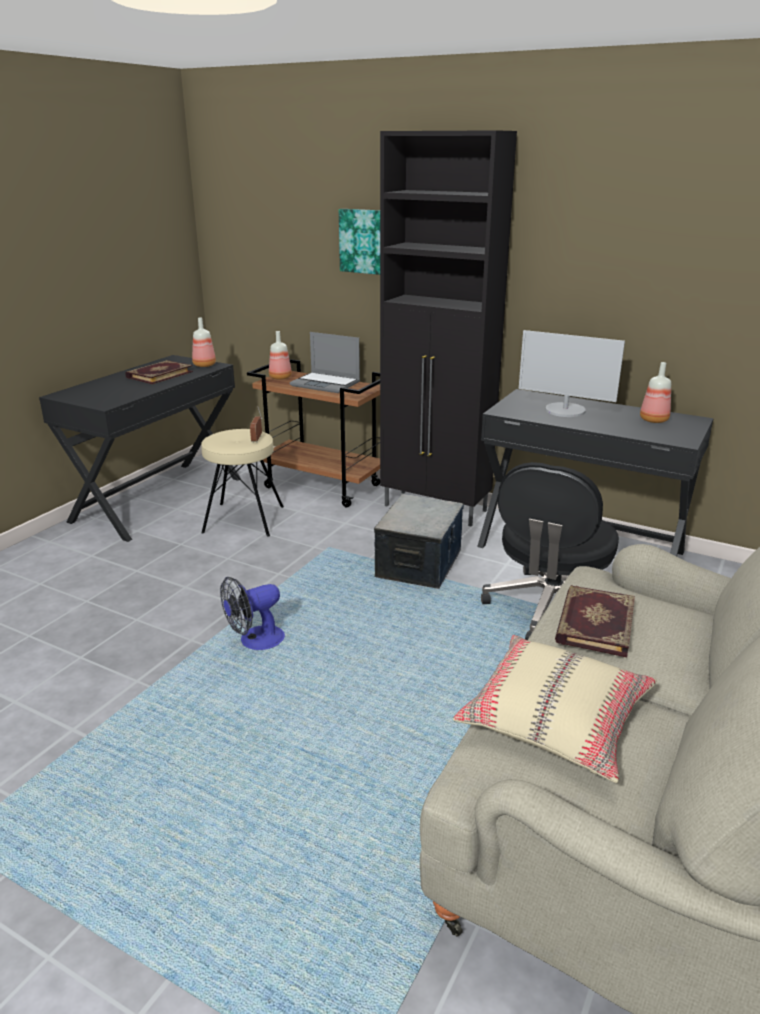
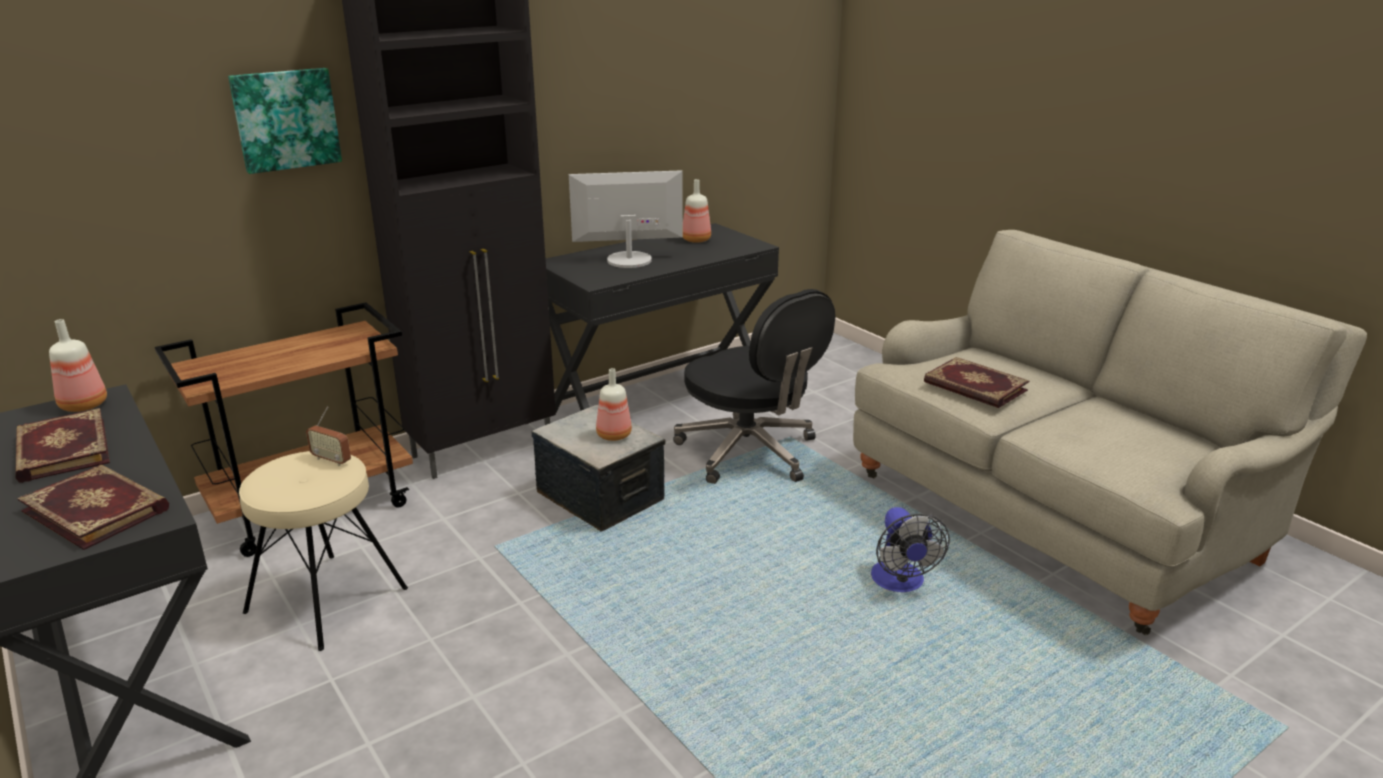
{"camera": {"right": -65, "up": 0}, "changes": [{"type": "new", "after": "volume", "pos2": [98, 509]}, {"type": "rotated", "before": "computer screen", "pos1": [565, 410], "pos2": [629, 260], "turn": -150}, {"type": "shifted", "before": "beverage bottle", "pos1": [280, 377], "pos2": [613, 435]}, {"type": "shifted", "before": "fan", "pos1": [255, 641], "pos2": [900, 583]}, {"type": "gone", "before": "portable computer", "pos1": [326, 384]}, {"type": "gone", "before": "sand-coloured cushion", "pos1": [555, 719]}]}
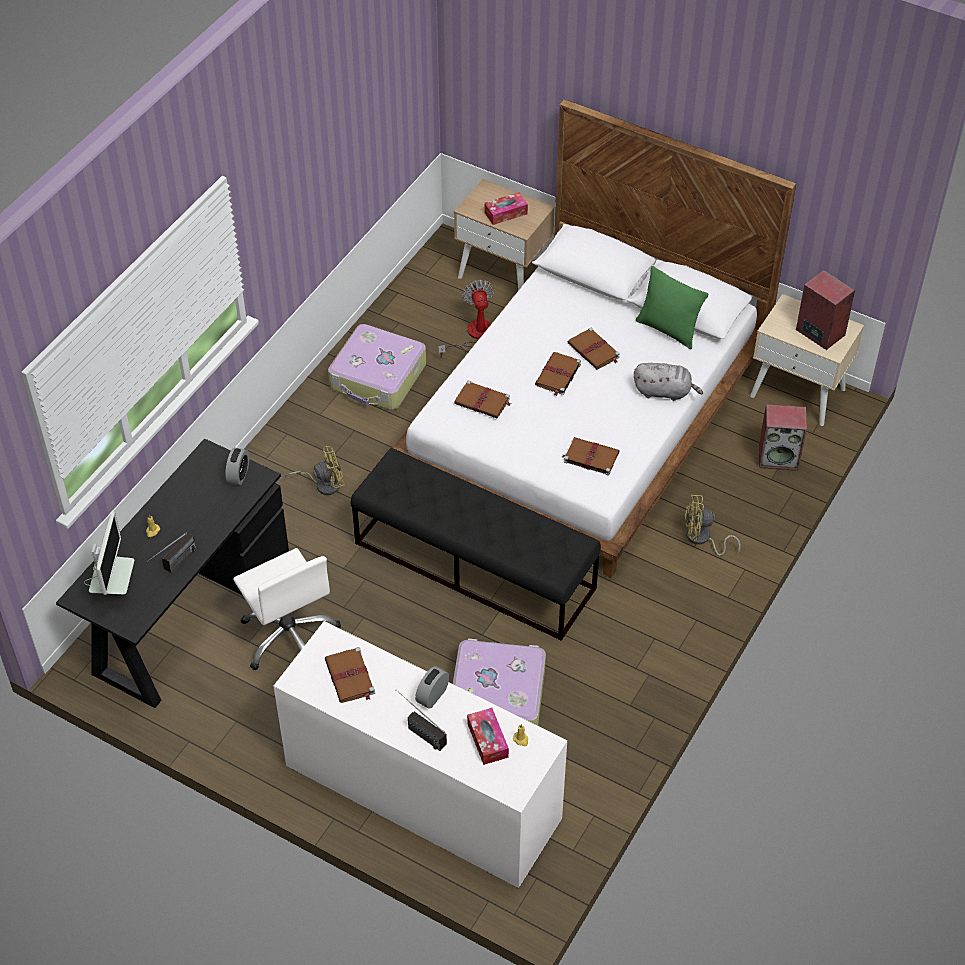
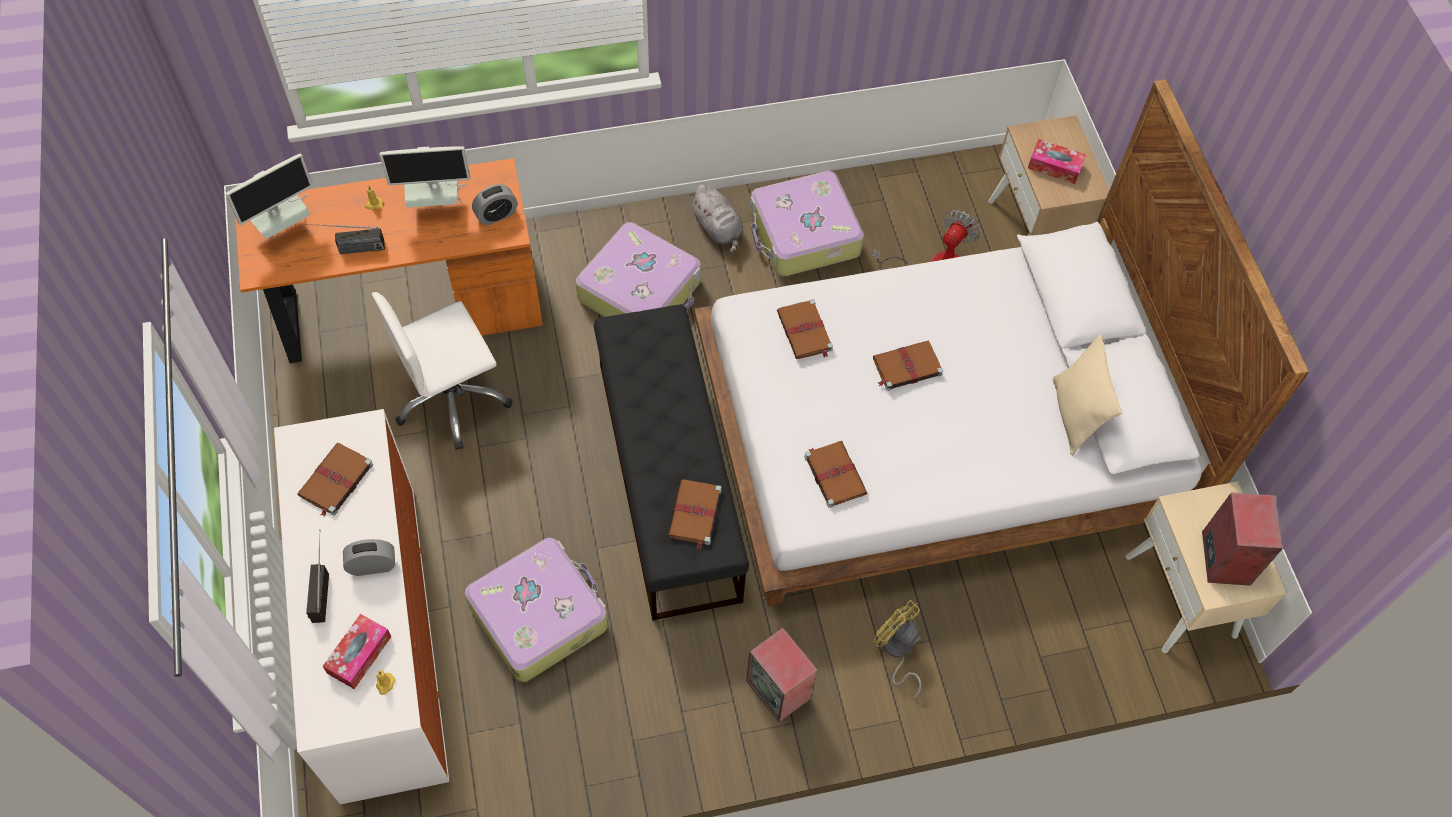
{"camera": {"right": 45, "up": 10}, "changes": [{"type": "repainted", "before": "black-coloured desk table", "after": "orange-coloured desk table", "pos1": [187, 613], "pos2": [407, 306]}, {"type": "rotated", "before": "white-coloured office chair", "pos1": [289, 636], "pos2": [452, 399], "turn": 45}, {"type": "new", "after": "computer screen", "pos2": [436, 205]}, {"type": "swapped", "before": "yellowish fan", "after": "piece of luggage", "pos1": [323, 484], "pos2": [641, 291]}, {"type": "shifted", "before": "brown volume", "pos1": [594, 351], "pos2": [694, 514]}, {"type": "shifted", "before": "grey cuddly toy", "pos1": [664, 392], "pos2": [718, 229]}, {"type": "shifted", "before": "speaker", "pos1": [778, 457], "pos2": [779, 690]}, {"type": "repainted", "before": "green cushion", "after": "sand-coloured cushion", "pos1": [668, 330], "pos2": [1074, 415]}]}
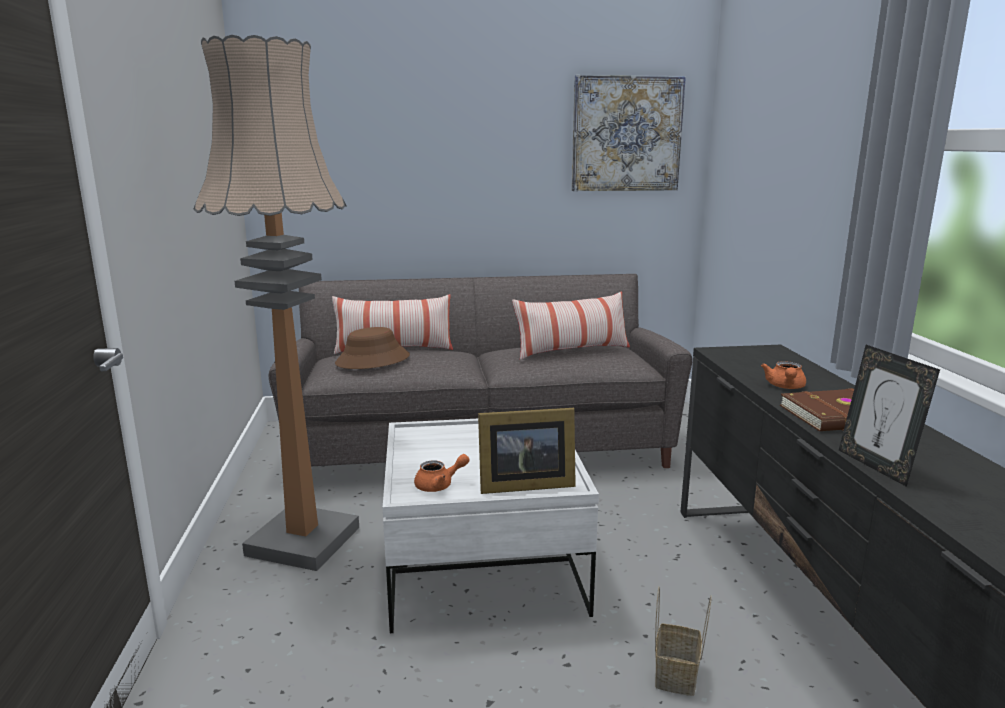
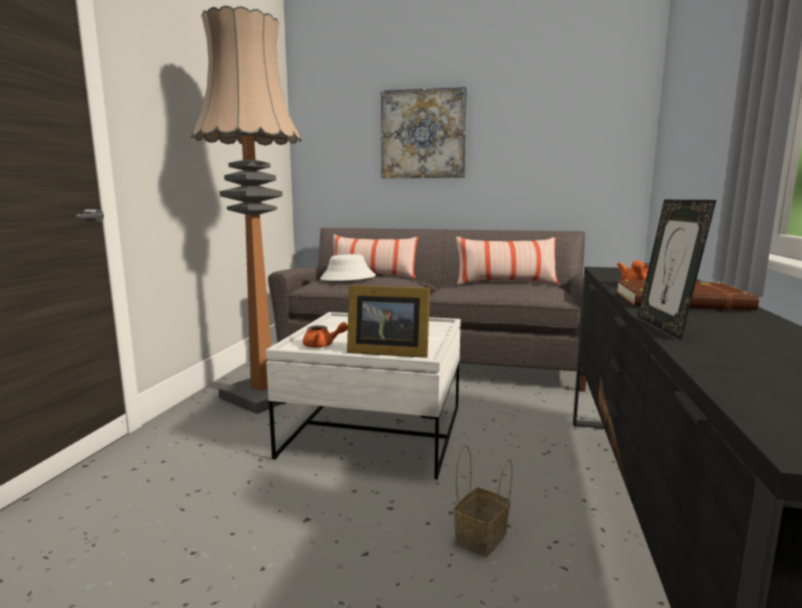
{"camera": {"right": 20, "up": -5}, "changes": [{"type": "repainted", "before": "brown hat", "after": "white-coloured hat", "pos1": [372, 360], "pos2": [348, 278]}, {"type": "shifted", "before": "picture", "pos1": [626, 134], "pos2": [423, 134]}]}
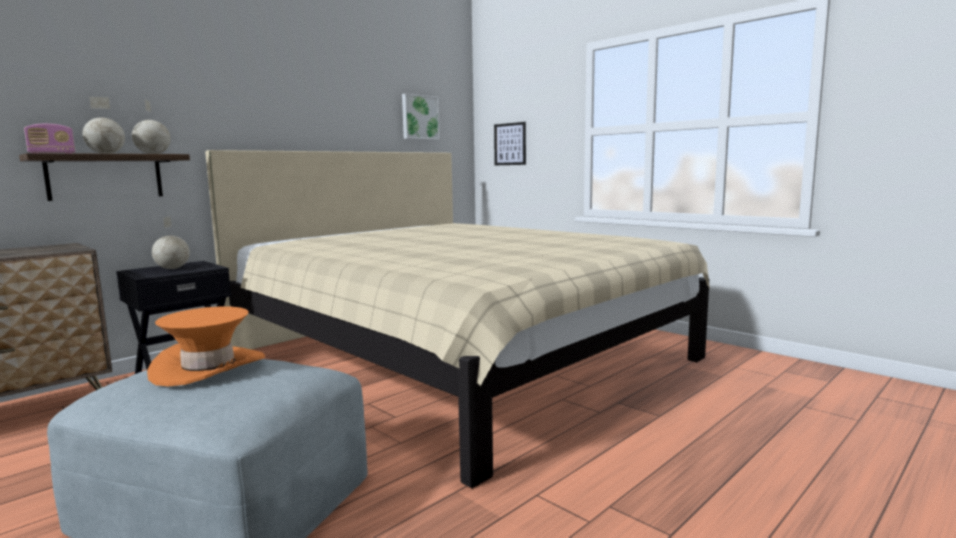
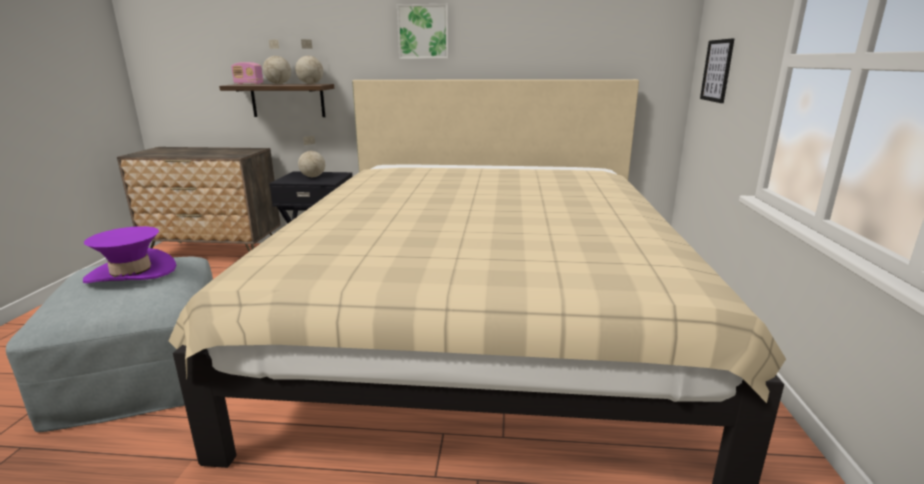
{"camera": {"right": 50, "up": 10}, "changes": [{"type": "repainted", "before": "orange-coloured hat", "after": "purple-coloured hat", "pos1": [208, 367], "pos2": [131, 273]}, {"type": "shifted", "before": "picture", "pos1": [419, 117], "pos2": [423, 32]}]}
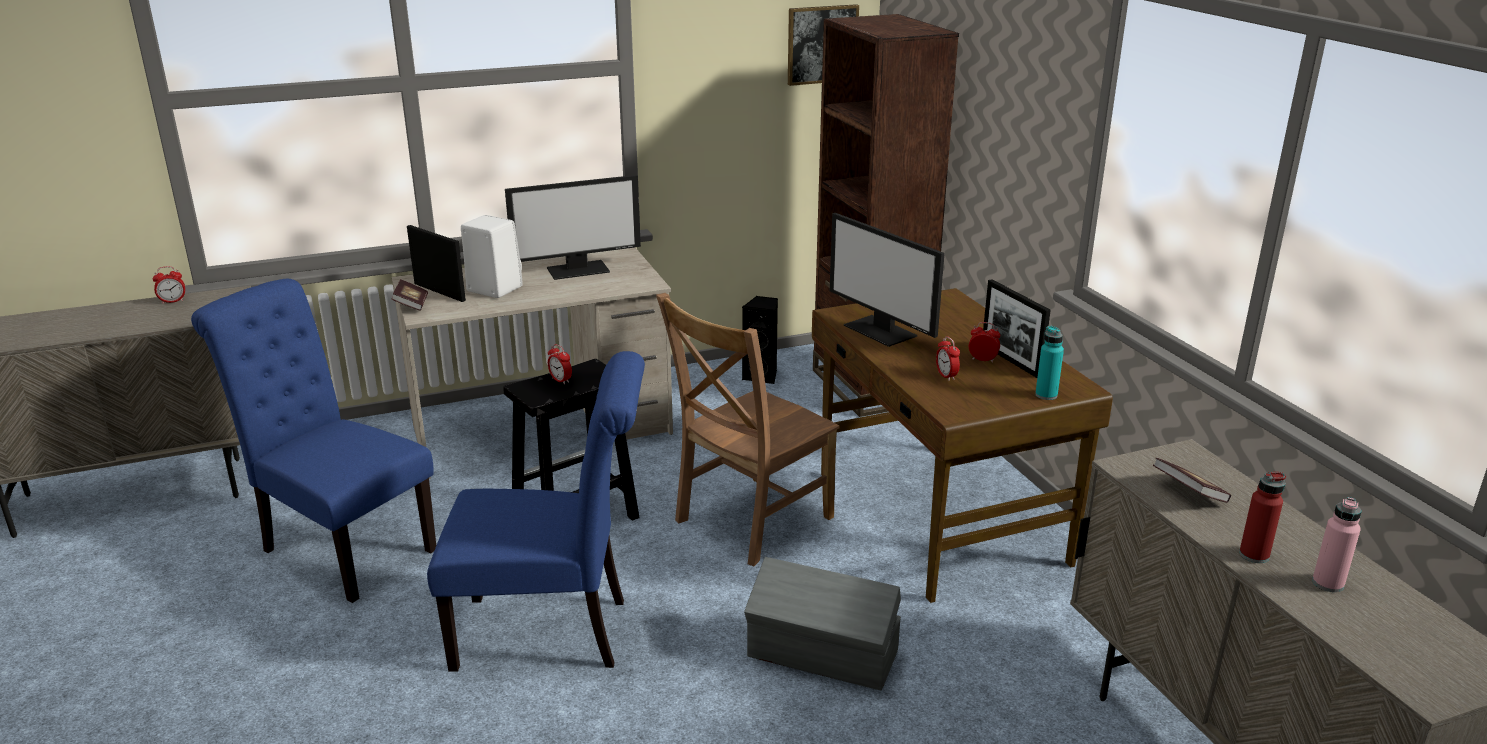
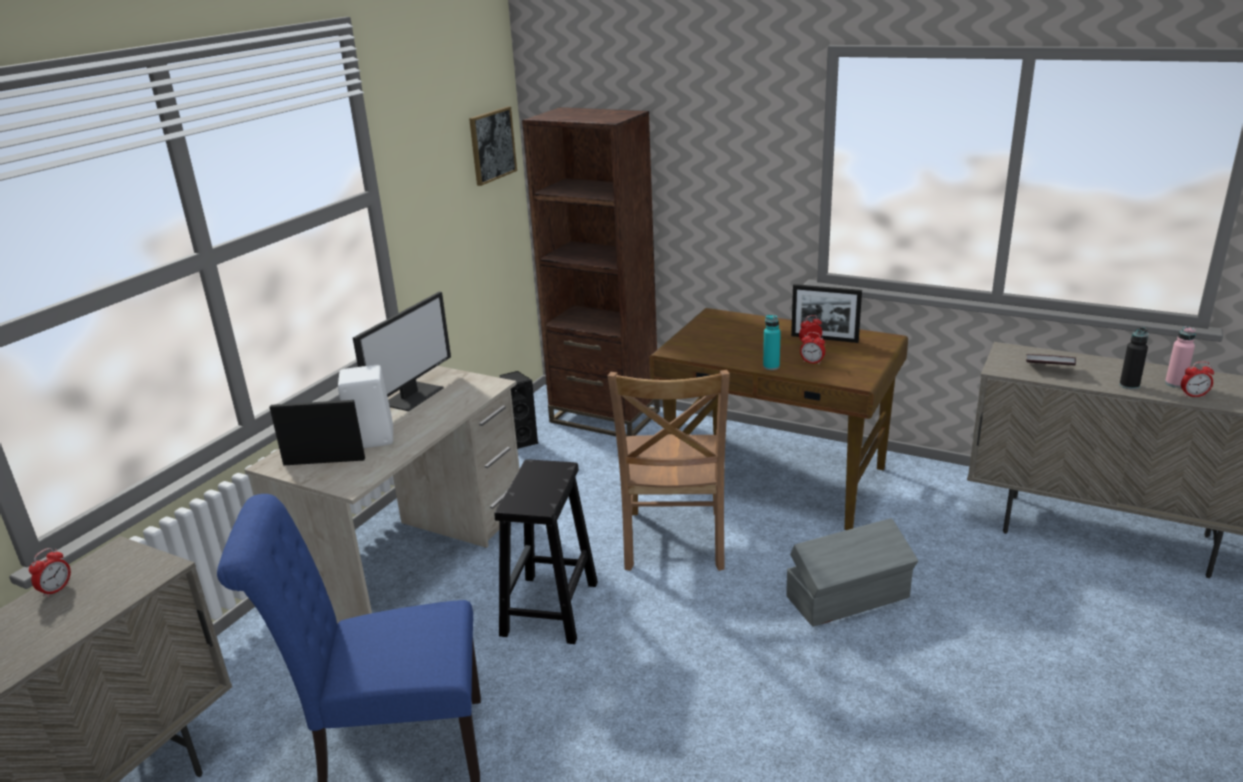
{"camera": {"right": -40, "up": 0}, "changes": [{"type": "shifted", "before": "turquoise-coloured beverage bottle", "pos1": [1046, 395], "pos2": [771, 366]}, {"type": "repainted", "before": "reddish beverage bottle", "after": "black-coloured beverage bottle", "pos1": [1254, 555], "pos2": [1129, 385]}, {"type": "shifted", "before": "table clock", "pos1": [560, 380], "pos2": [1193, 395]}, {"type": "gone", "before": "volume", "pos1": [411, 305]}, {"type": "gone", "before": "bluish chair", "pos1": [553, 632]}, {"type": "gone", "before": "computer screen", "pos1": [881, 330]}]}
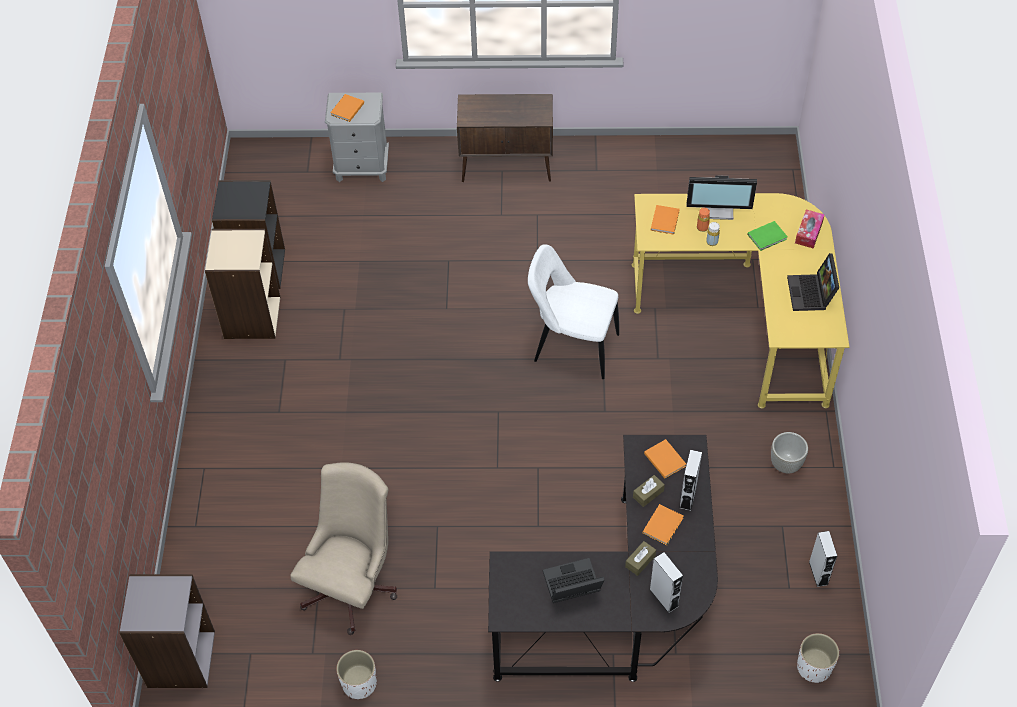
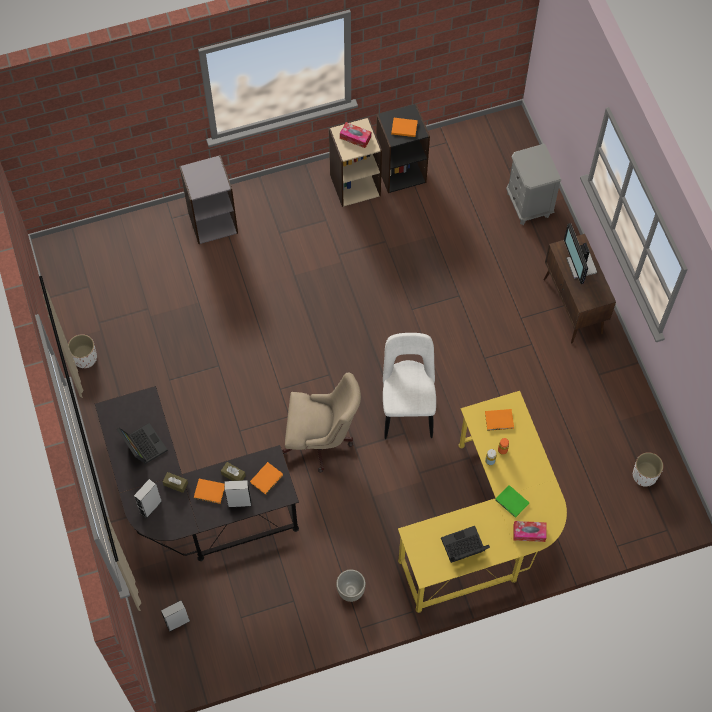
{"camera": {"right": 70, "up": 10}, "changes": [{"type": "shifted", "before": "grey speaker", "pos1": [818, 573], "pos2": [178, 622]}, {"type": "shifted", "before": "grey bookcase", "pos1": [180, 659], "pos2": [212, 221]}, {"type": "shifted", "before": "sand-coloured office chair", "pos1": [353, 584], "pos2": [321, 440]}, {"type": "new", "after": "tissue box", "pos2": [355, 137]}, {"type": "shifted", "before": "orange-coloured volume", "pos1": [346, 109], "pos2": [403, 127]}, {"type": "shifted", "before": "computer screen", "pos1": [718, 209], "pos2": [580, 266]}, {"type": "shifted", "before": "white-coloured plant pot", "pos1": [814, 667], "pos2": [645, 475]}]}
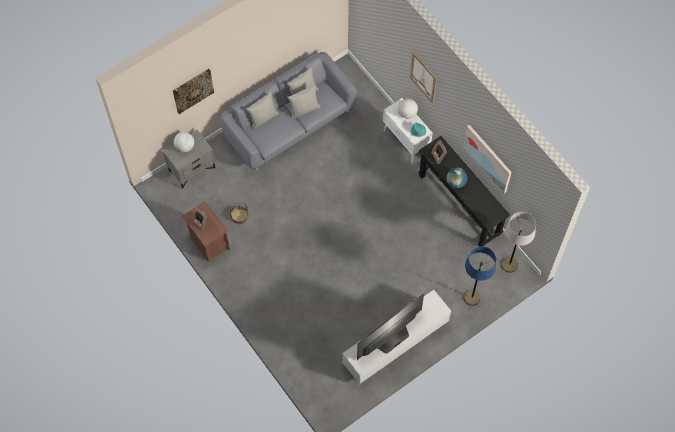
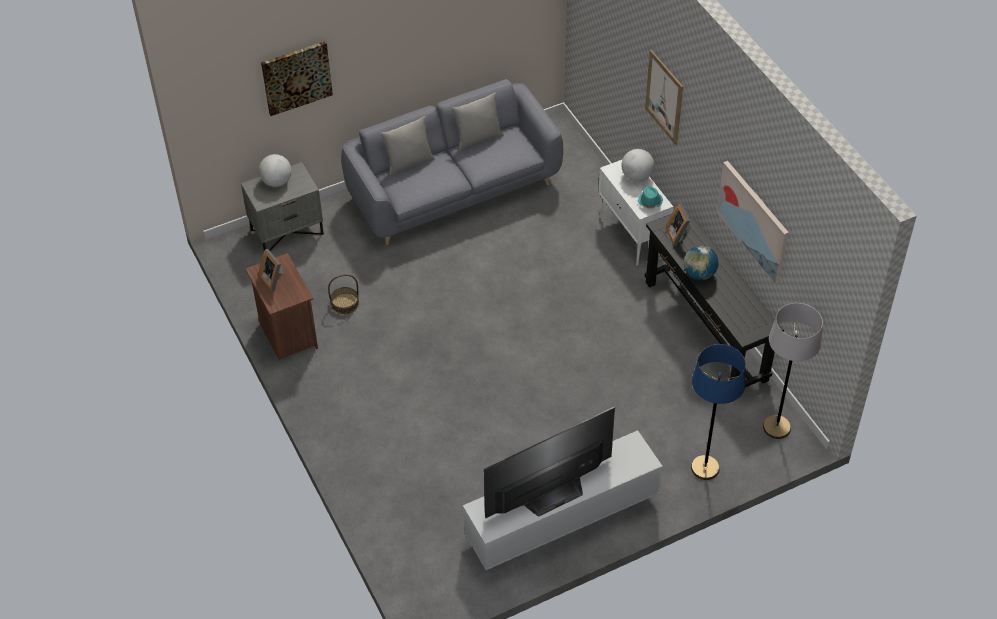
{"camera": {"right": 10, "up": -15}, "changes": [{"type": "gone", "before": "grey cushion", "pos1": [304, 109]}]}
